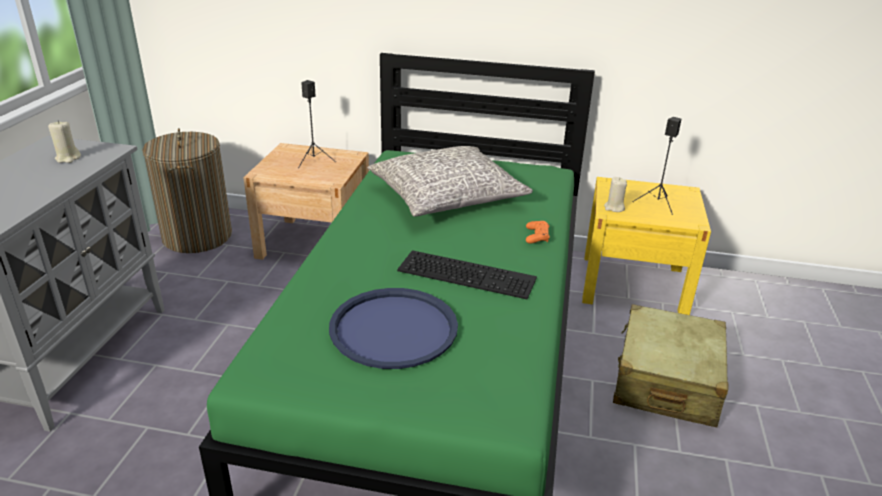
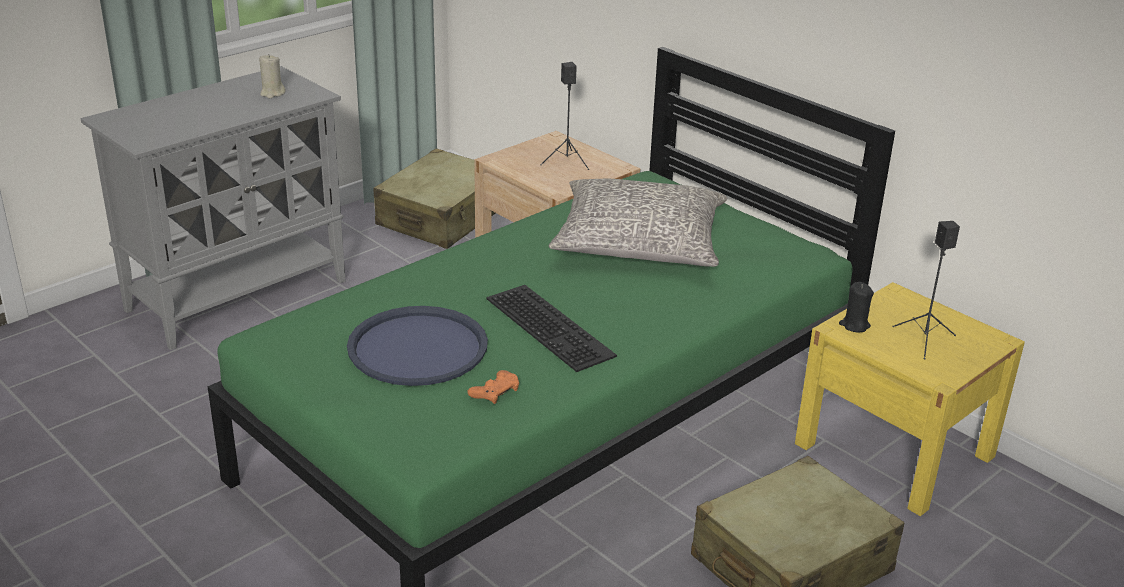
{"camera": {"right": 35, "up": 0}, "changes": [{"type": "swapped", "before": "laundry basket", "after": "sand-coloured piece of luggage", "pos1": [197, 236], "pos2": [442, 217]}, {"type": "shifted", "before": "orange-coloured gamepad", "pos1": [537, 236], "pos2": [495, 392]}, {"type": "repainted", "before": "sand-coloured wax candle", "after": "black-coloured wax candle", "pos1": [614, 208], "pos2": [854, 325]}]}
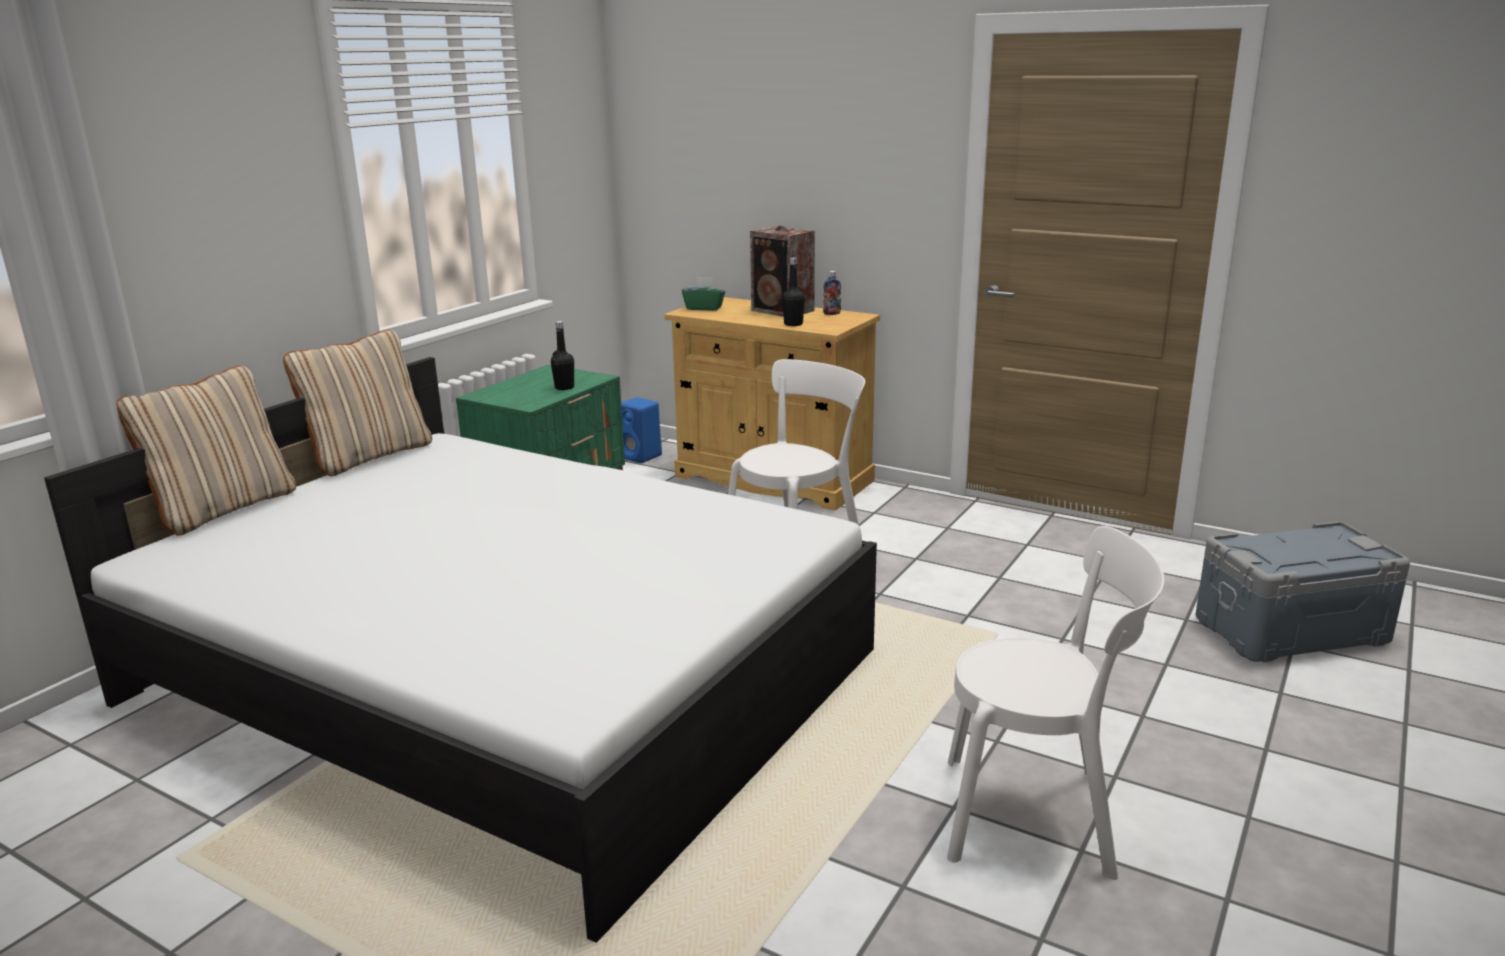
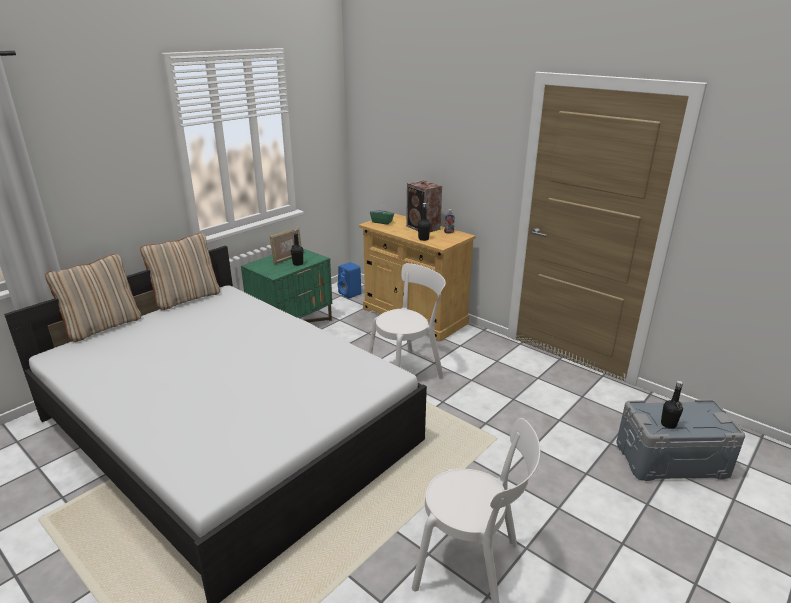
{"camera": {"right": 10, "up": 5}, "changes": [{"type": "new", "after": "picture frame", "pos2": [287, 259]}, {"type": "new", "after": "black-coloured beverage bottle", "pos2": [668, 424]}]}
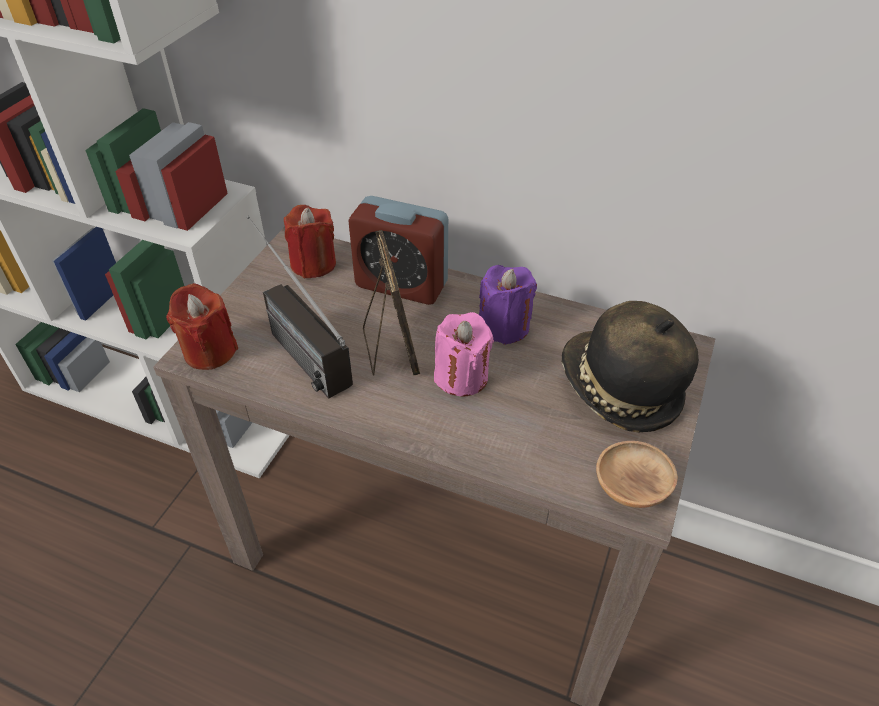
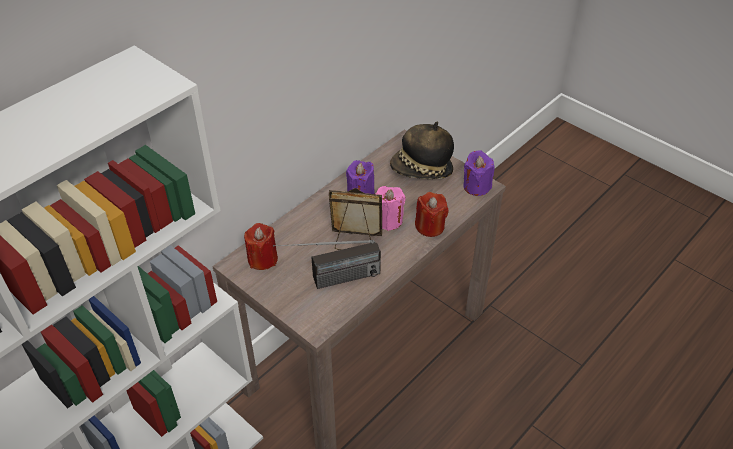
{"camera": {"right": -70, "up": 0}, "changes": [{"type": "shifted", "before": "reddish wax candle", "pos1": [209, 351], "pos2": [430, 226]}, {"type": "swapped", "before": "brown serving bowl", "after": "purple-coloured wax candle", "pos1": [631, 487], "pos2": [476, 186]}, {"type": "gone", "before": "table clock", "pos1": [401, 285]}]}
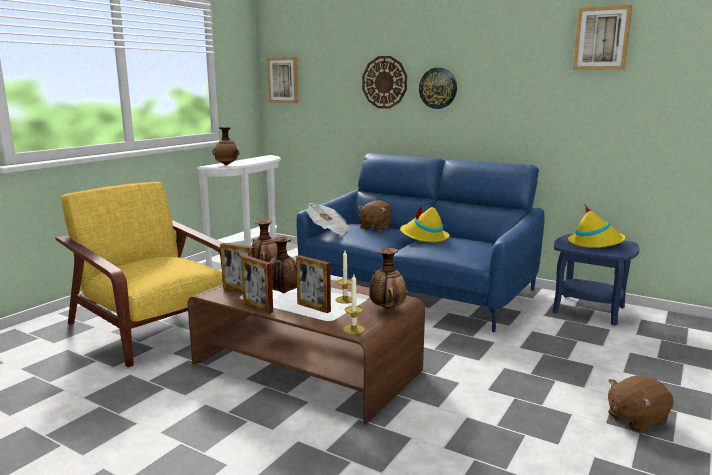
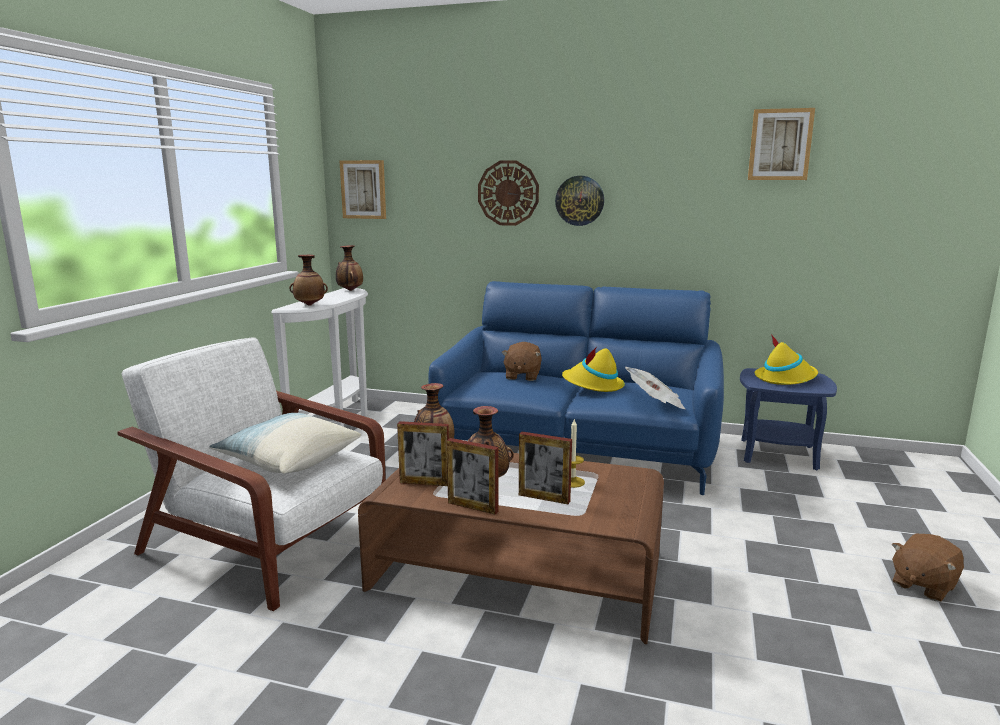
{"camera": {"right": -15, "up": 0}, "changes": [{"type": "repainted", "before": "yellowish armchair", "after": "white-coloured armchair", "pos1": [152, 327], "pos2": [269, 544]}, {"type": "new", "after": "cushion", "pos2": [288, 460]}, {"type": "shifted", "before": "vase", "pos1": [387, 308], "pos2": [349, 290]}, {"type": "shifted", "before": "newspaper", "pos1": [328, 230], "pos2": [655, 403]}, {"type": "gone", "before": "wax candle", "pos1": [353, 329]}]}
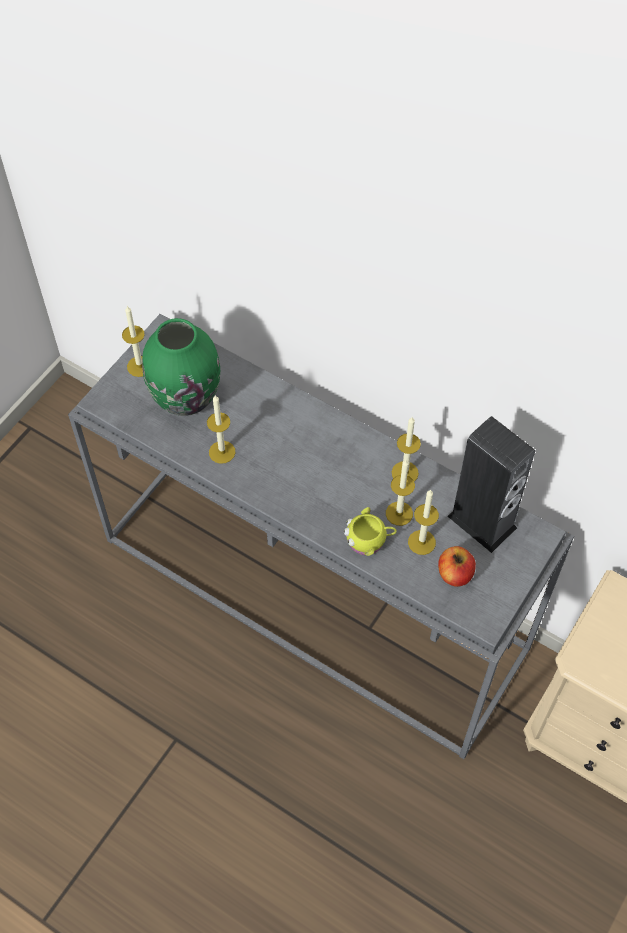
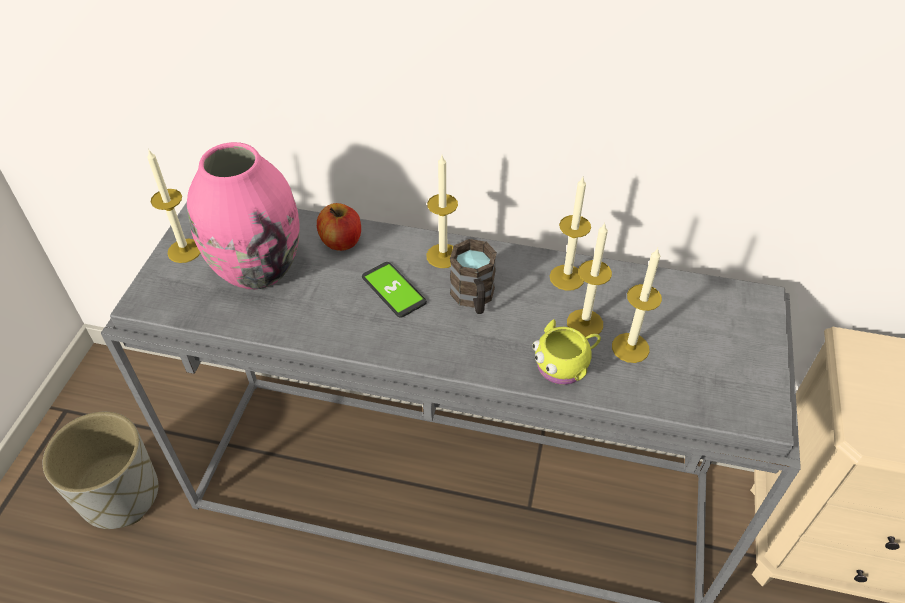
{"camera": {"right": -20, "up": -10}, "changes": [{"type": "new", "after": "grey plant pot", "pos2": [120, 495]}, {"type": "repainted", "before": "green vase", "after": "pinkish vase", "pos1": [186, 397], "pos2": [258, 269]}, {"type": "shifted", "before": "apple fruit", "pos1": [455, 574], "pos2": [341, 241]}, {"type": "new", "after": "handset", "pos2": [394, 290]}, {"type": "shifted", "before": "wax candle", "pos1": [222, 452], "pos2": [443, 256]}, {"type": "new", "after": "brown coffee mug", "pos2": [474, 298]}, {"type": "gone", "before": "speaker", "pos1": [482, 522]}]}
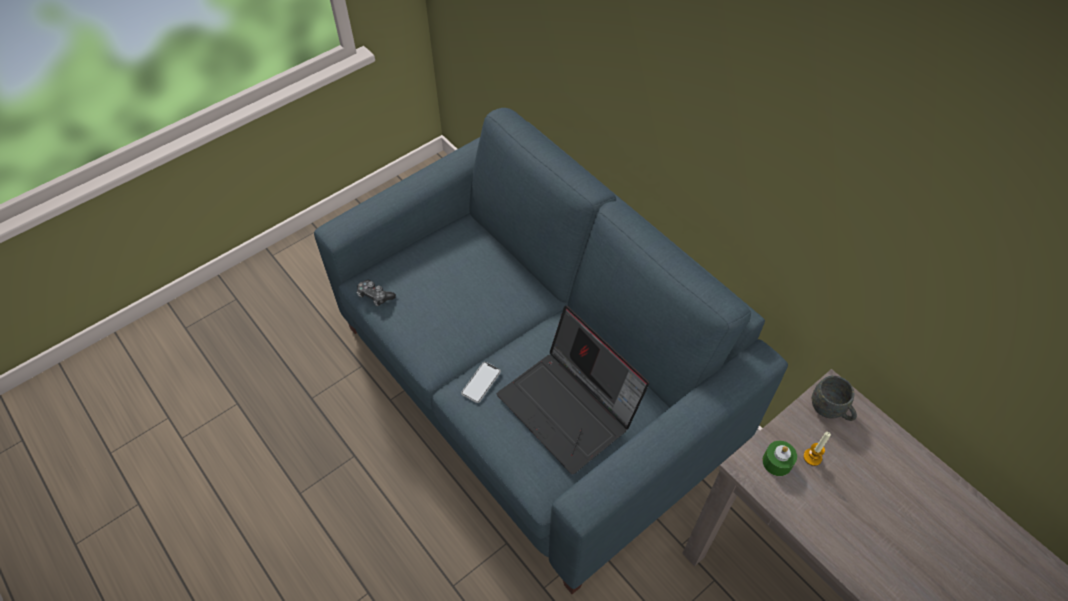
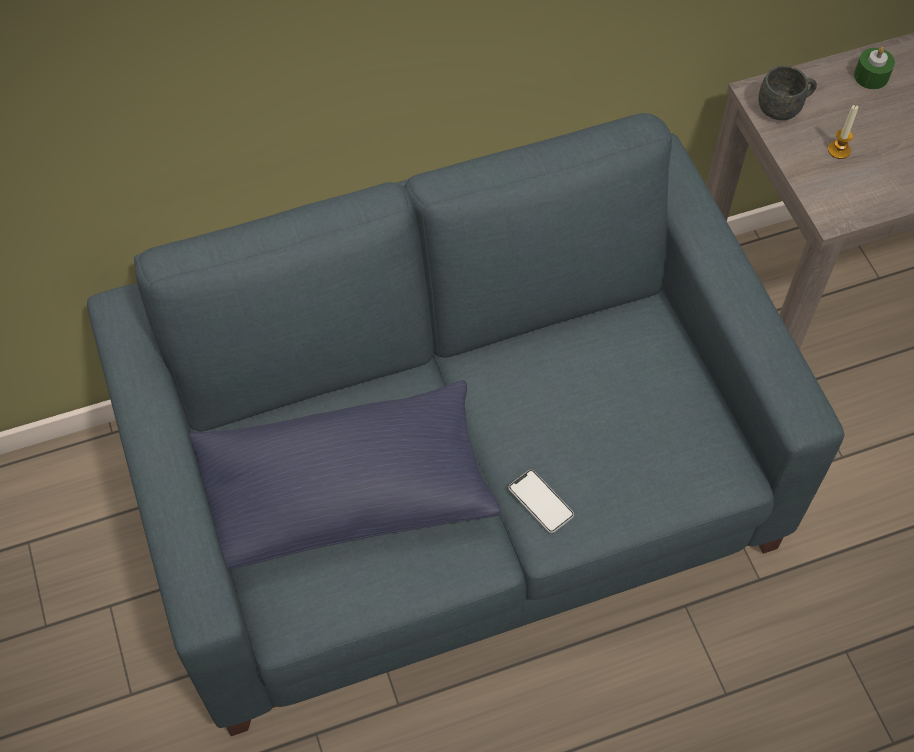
{"camera": {"right": -70, "up": 5}, "changes": [{"type": "new", "after": "bluish cushion", "pos2": [345, 493]}, {"type": "shifted", "before": "green wax candle", "pos1": [777, 462], "pos2": [871, 76]}, {"type": "gone", "before": "gamepad", "pos1": [375, 296]}, {"type": "gone", "before": "portable computer", "pos1": [570, 408]}]}
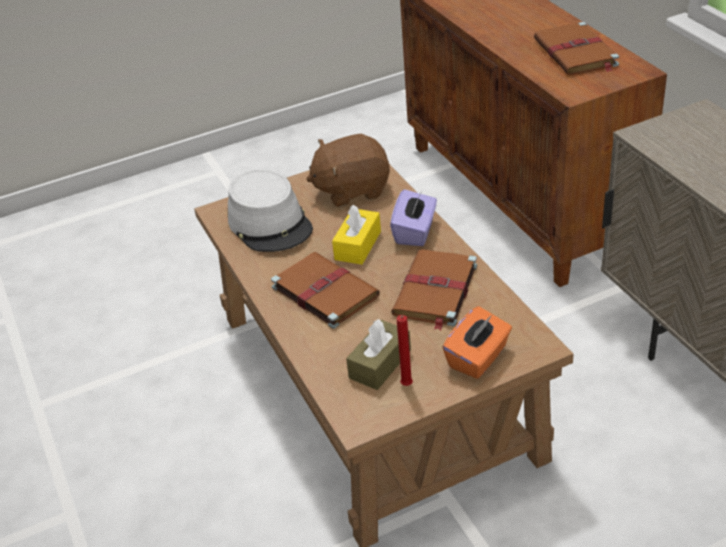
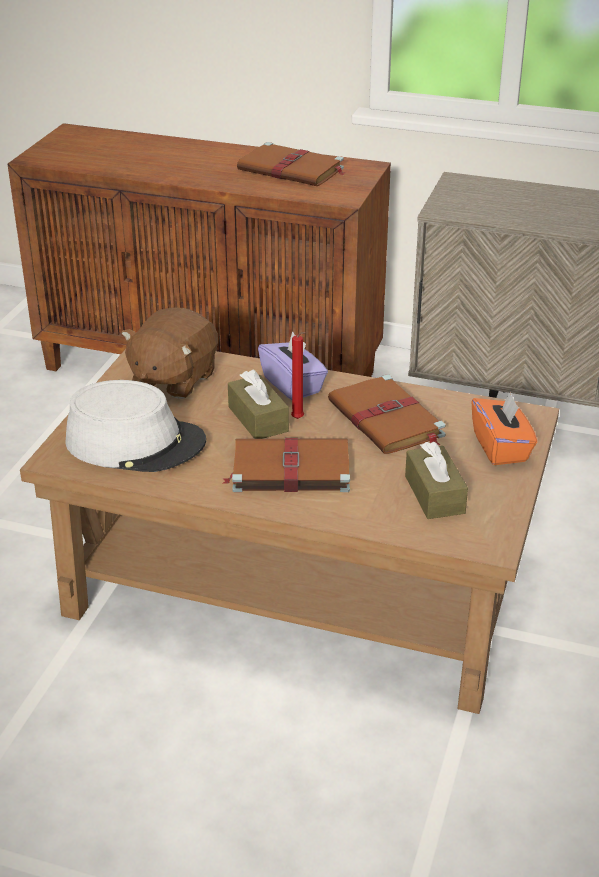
{"camera": {"right": -50, "up": -5}, "changes": [{"type": "repainted", "before": "yellowish tissue box", "after": "brown tissue box", "pos1": [358, 245], "pos2": [258, 419]}, {"type": "shifted", "before": "reddish wax candle", "pos1": [406, 386], "pos2": [299, 419]}]}
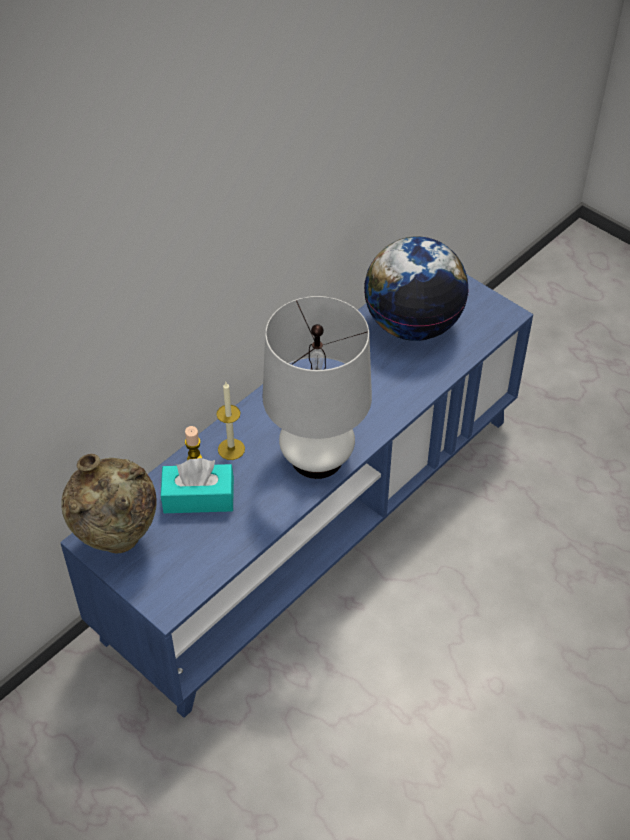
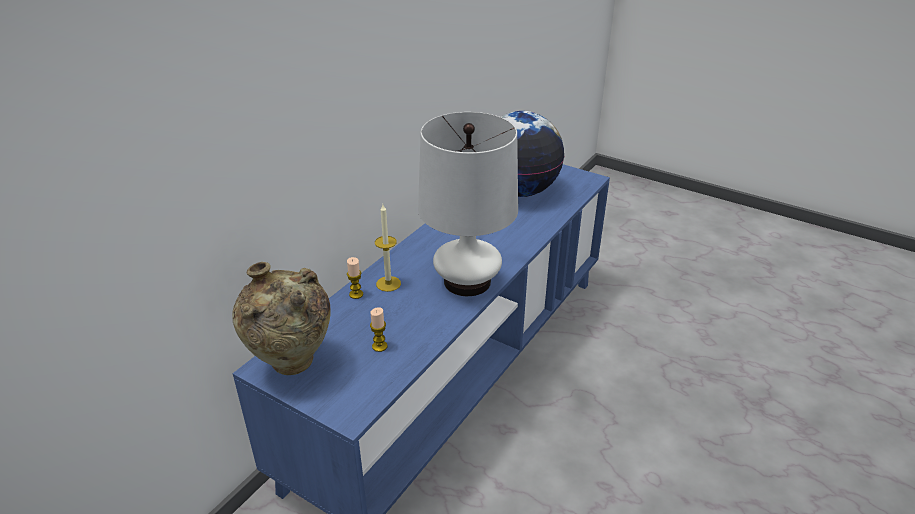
{"camera": {"right": -10, "up": -15}, "changes": [{"type": "new", "after": "wax candle", "pos2": [379, 346]}, {"type": "gone", "before": "turquoise-coloured tissue box", "pos1": [198, 497]}]}
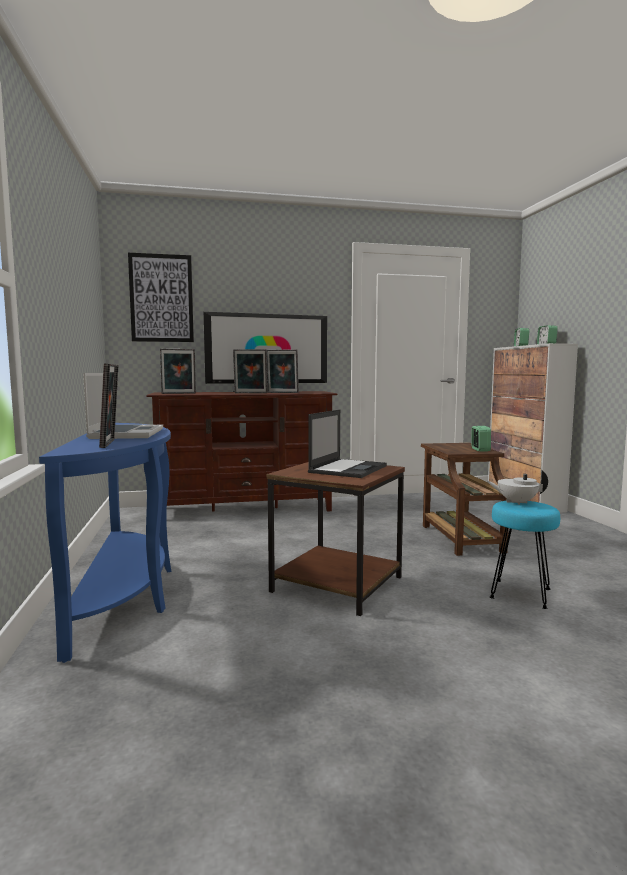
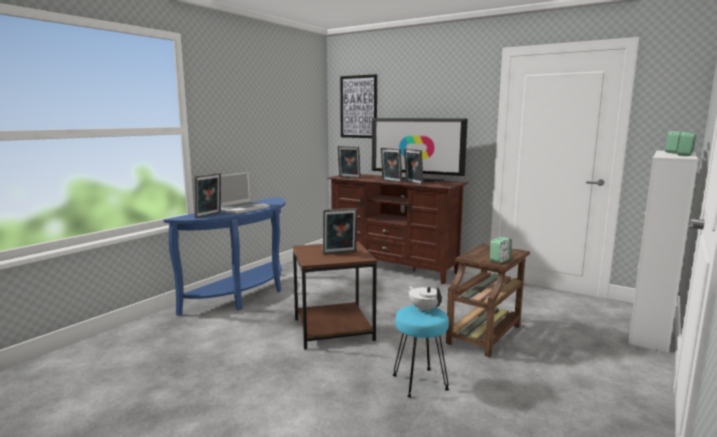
{"camera": {"right": 45, "up": 5}, "changes": [{"type": "swapped", "before": "portable computer", "after": "picture frame", "pos1": [348, 469], "pos2": [340, 253]}]}
